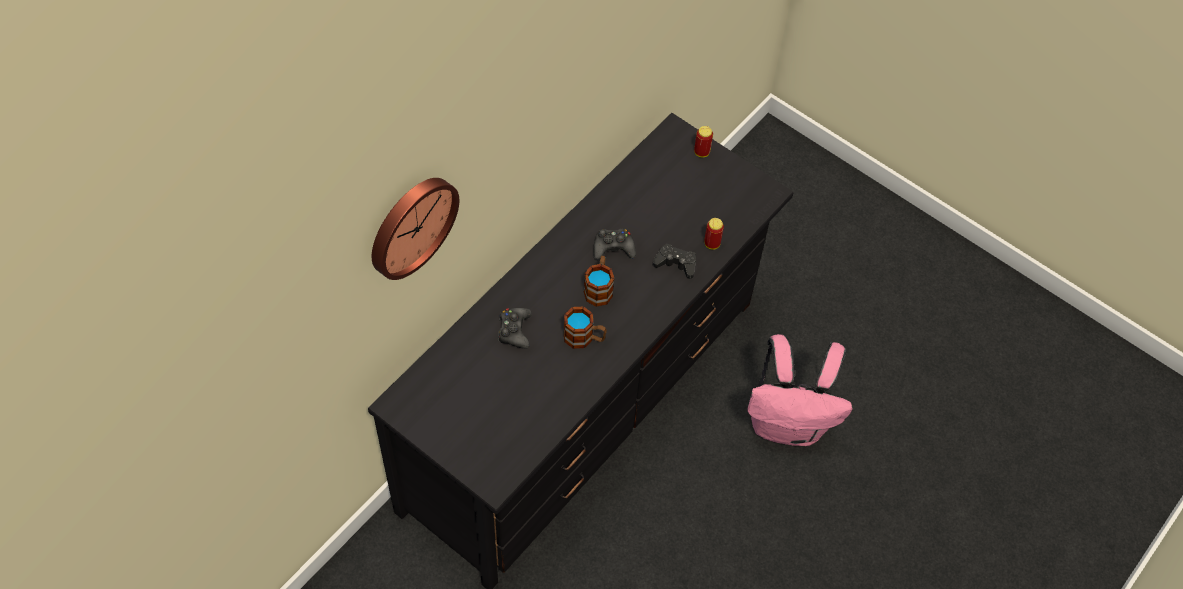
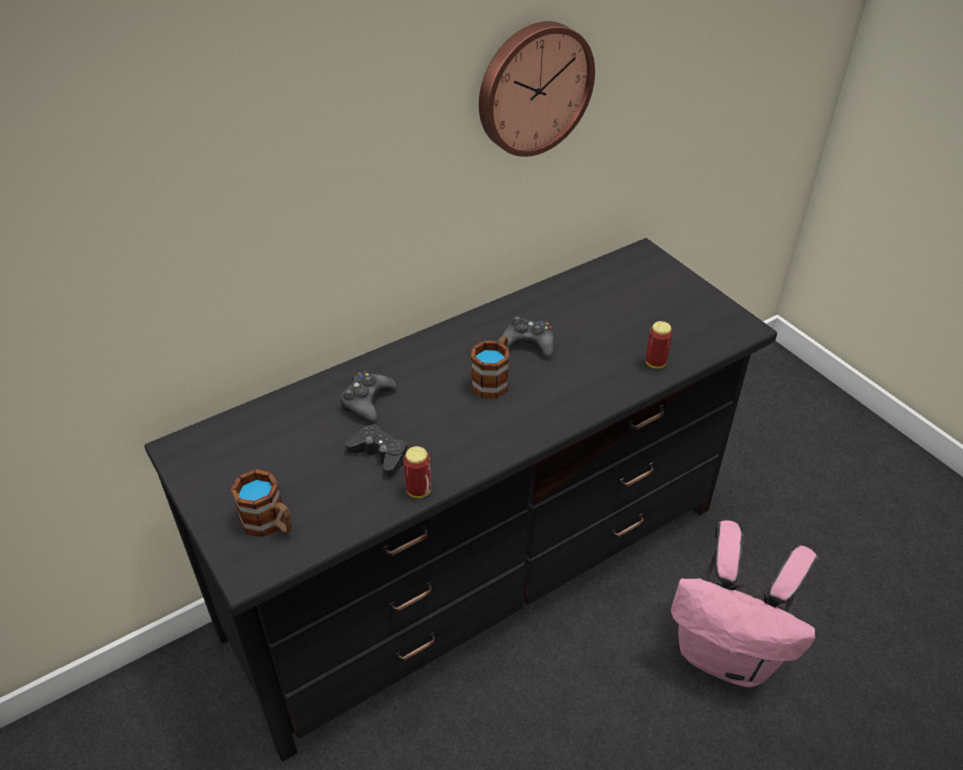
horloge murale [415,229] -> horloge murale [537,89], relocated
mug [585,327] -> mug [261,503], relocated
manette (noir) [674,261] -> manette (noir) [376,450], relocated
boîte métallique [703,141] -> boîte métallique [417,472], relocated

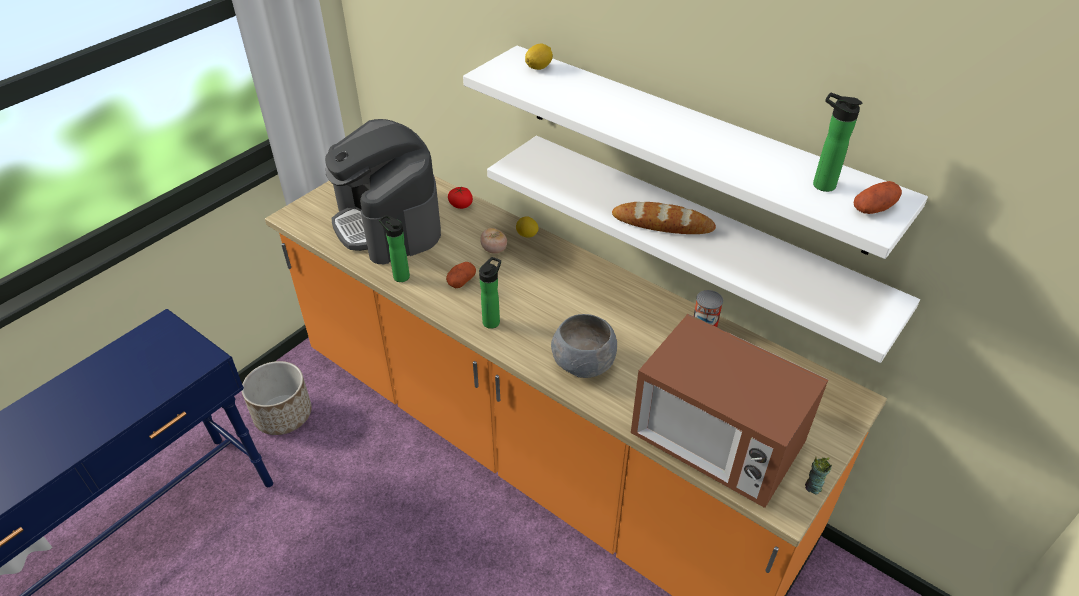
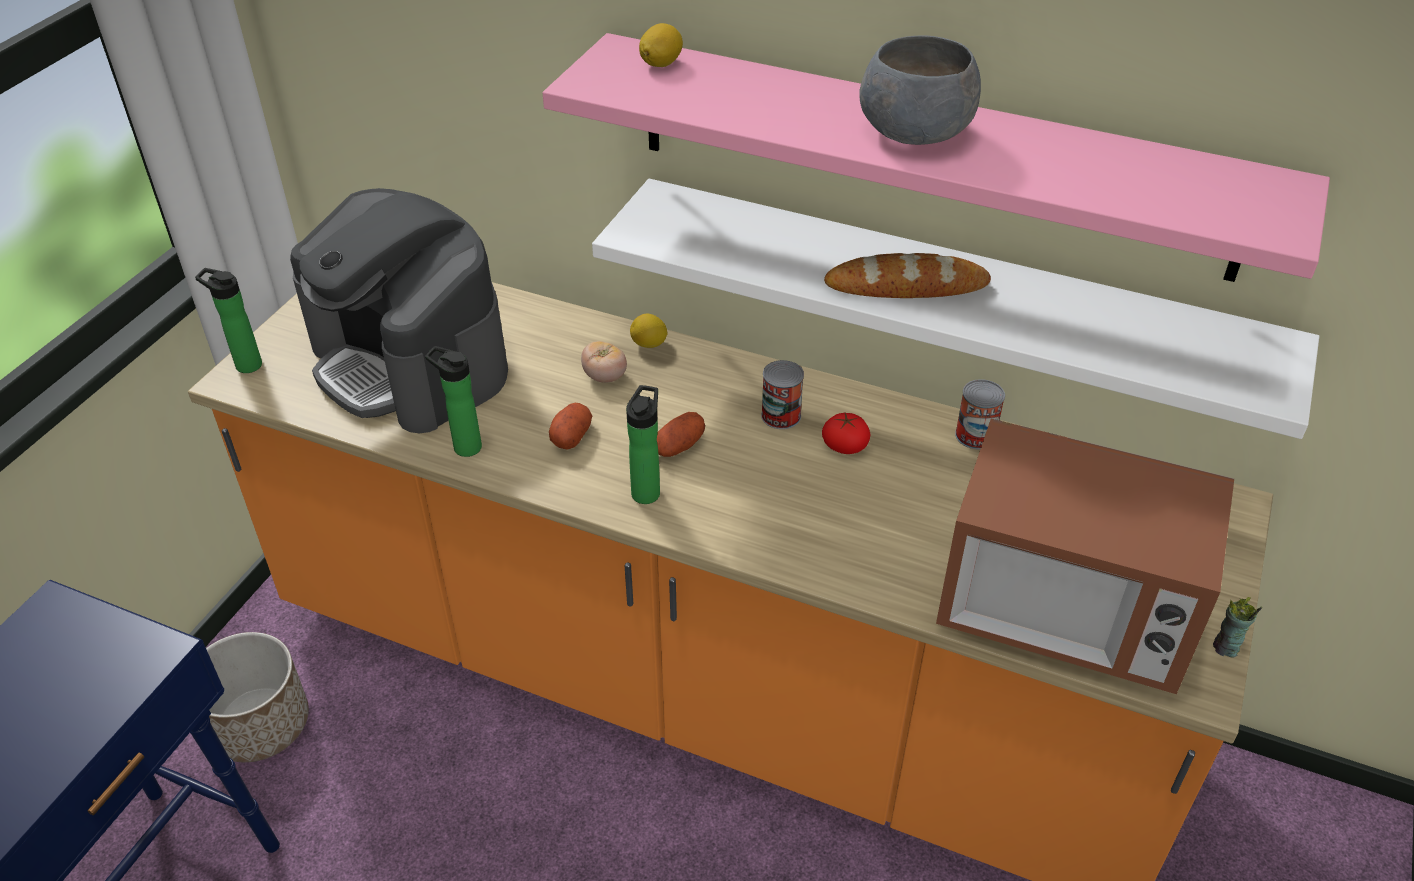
tomate [460,197] -> tomate [846,433], relocated
étagère (blanc) [695,152] -> étagère (rose) [936,157]
bol (gris) [584,346] -> bol (gris) [920,90], relocated
bouteille [837,142] -> bouteille [228,320], relocated
pomme de terre [878,197] -> pomme de terre [681,434], relocated
none -> boîte métallique [782,394]

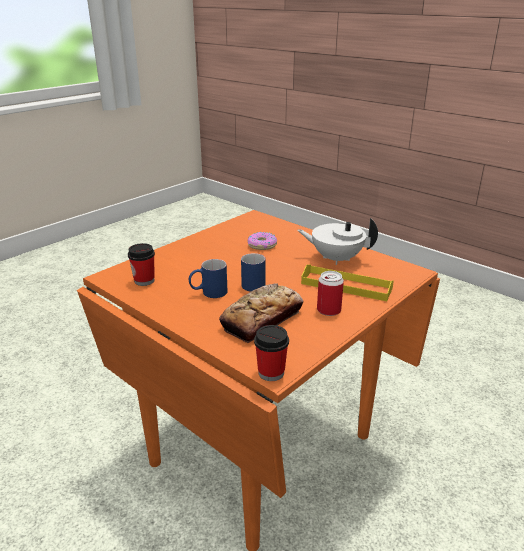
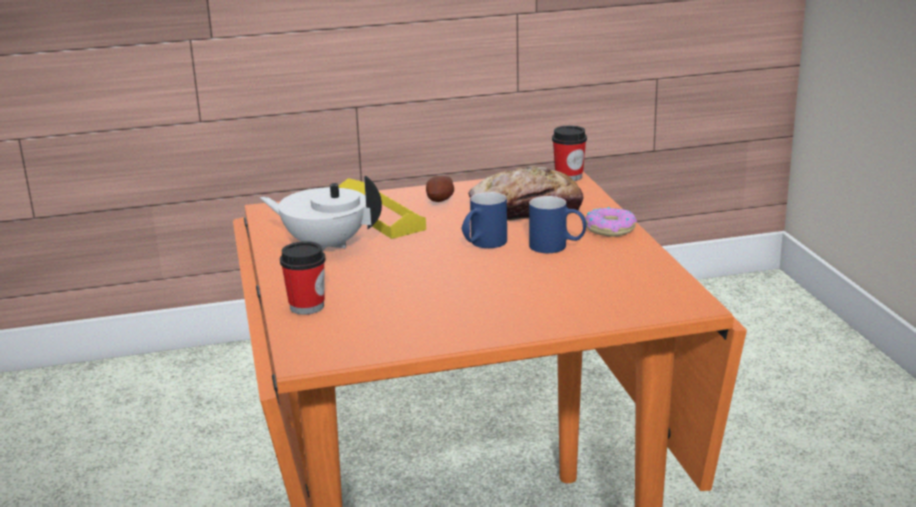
tasse [141,264] -> tasse [303,278], relocated
beignet [262,241] -> beignet [611,222], relocated
théière (blanc) [337,241] -> théière (blanc) [321,214], 150 degrees clockwise
boîte métallique [330,293] -> pomme de terre [440,189]

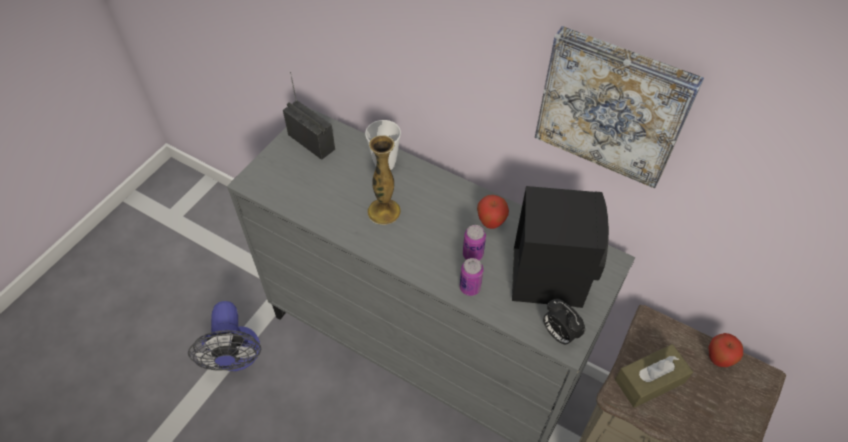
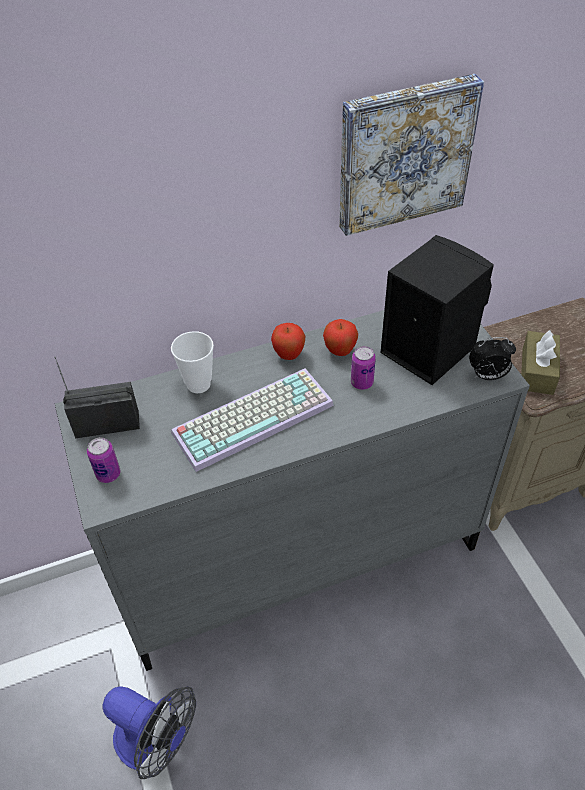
vase [384,180] -> clavier [252,420]
boîte métallique [472,277] -> boîte métallique [103,460], relocated
pomme [725,350] -> pomme [288,341], relocated

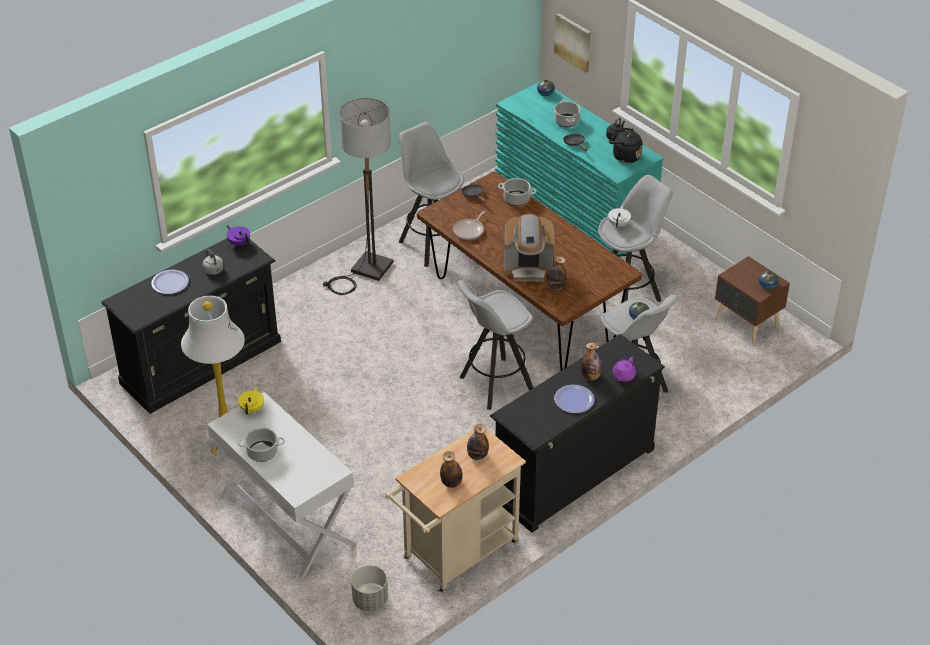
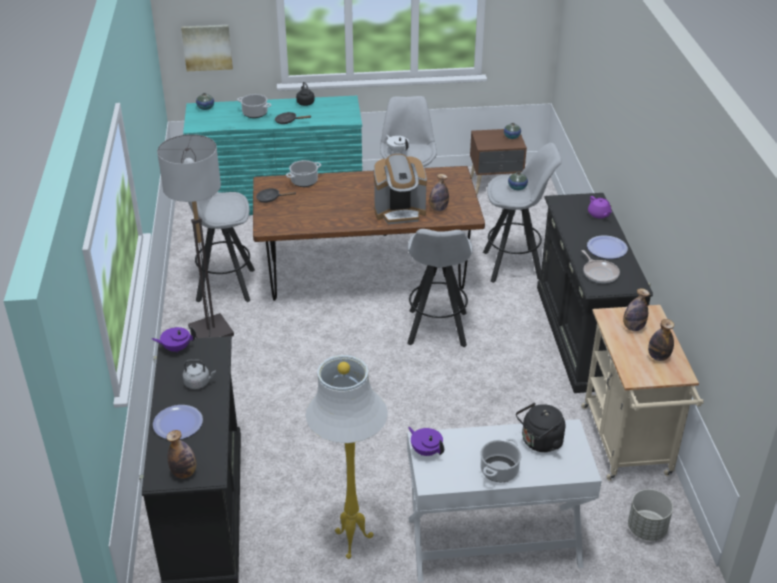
théière (jaune) [251,400] -> théière (violet) [426,441]
poêle [469,225] -> poêle [601,266], relocated
machine à café [529,248] -> machine à café [400,189], 45 degrees clockwise
bouteille [591,361] -> bouteille [181,454], relocated
bouilloire (noir) [626,145] -> bouilloire (noir) [540,427], relocated

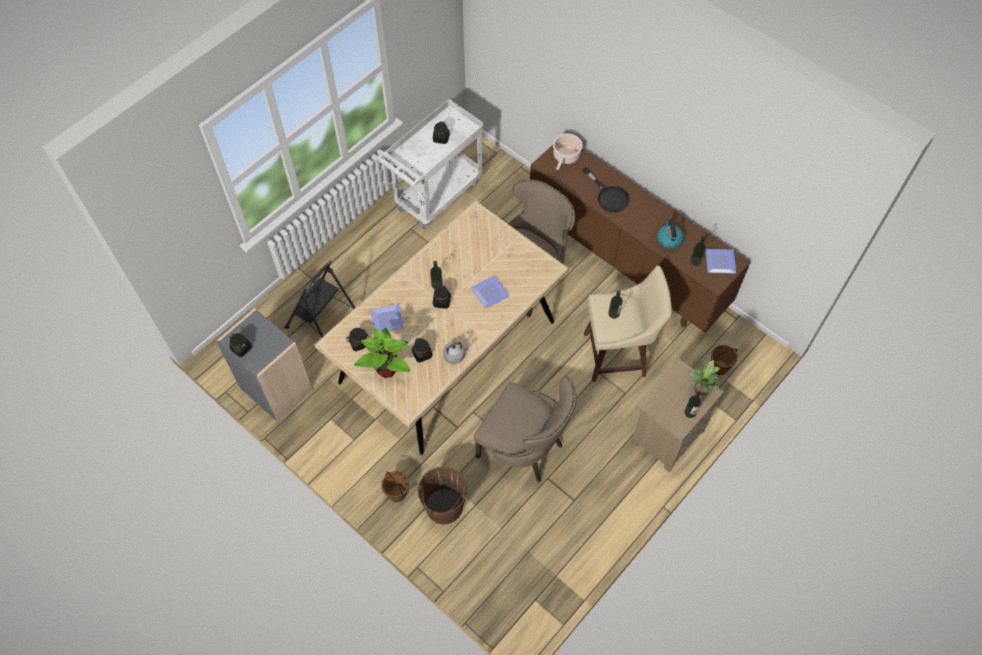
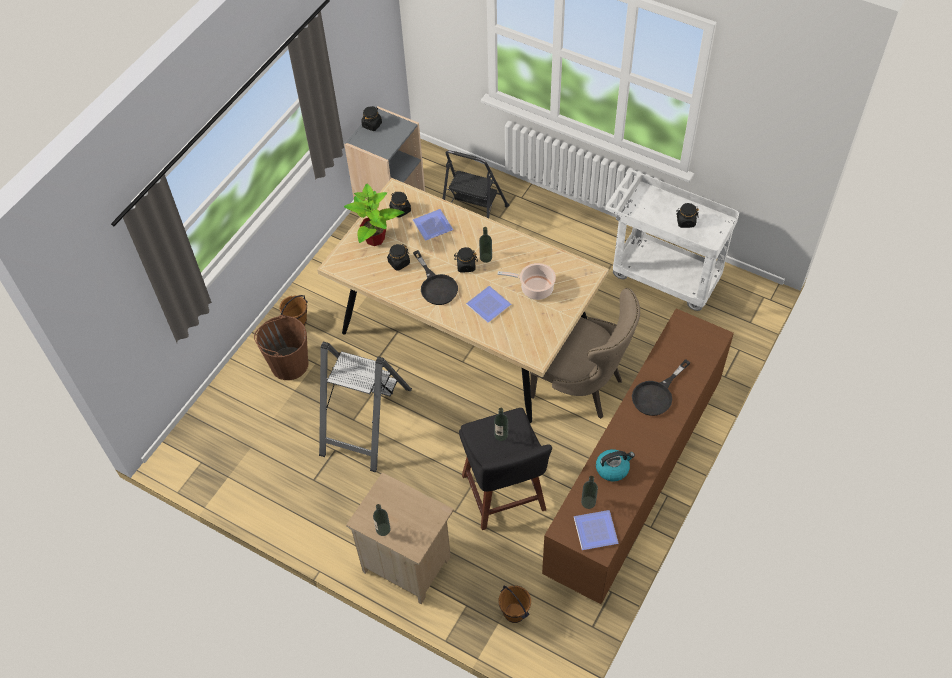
bouilloire (gris) [456,353] -> none
chaise (beige) [525,429] -> escabeau (gris) [365,407]
marmite [568,151] -> marmite [527,281], relocated
tabouret (beige) [628,324] -> tabouret (noir) [505,469]
plante en pot [704,377] -> none
none -> poêle (noir) [435,277]

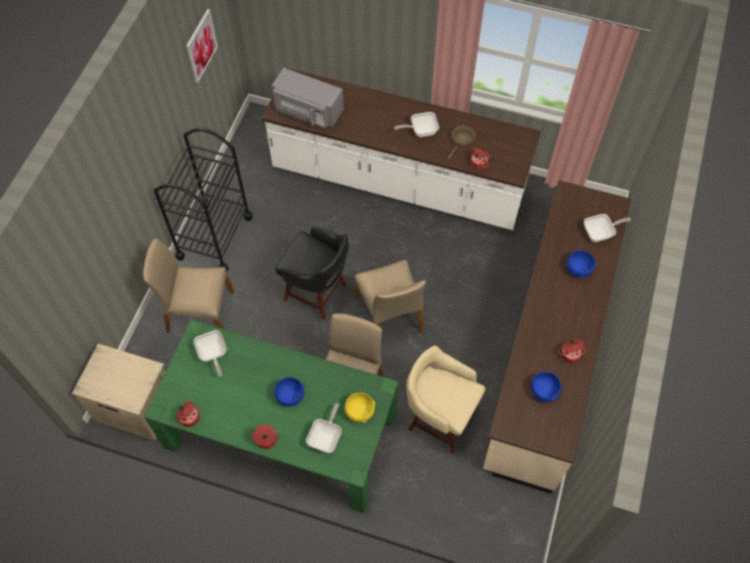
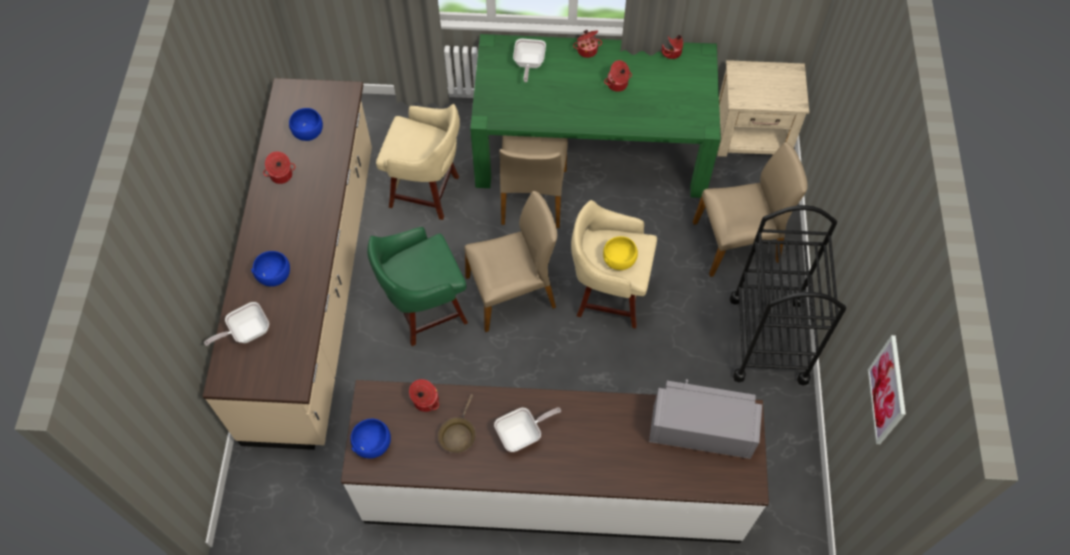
poêle [210,353] -> none
bol (bleu) [289,391] -> bol (bleu) [370,438], relocated
tabouret (noir) [312,273] -> tabouret (beige) [614,264]
bol (jaune) [360,408] -> bol (jaune) [620,253], relocated
chaise (beige) [390,296] -> chaise (beige) [510,261], 105 degrees clockwise
none -> tabouret (vert) [417,286]
none -> marmite [618,76]

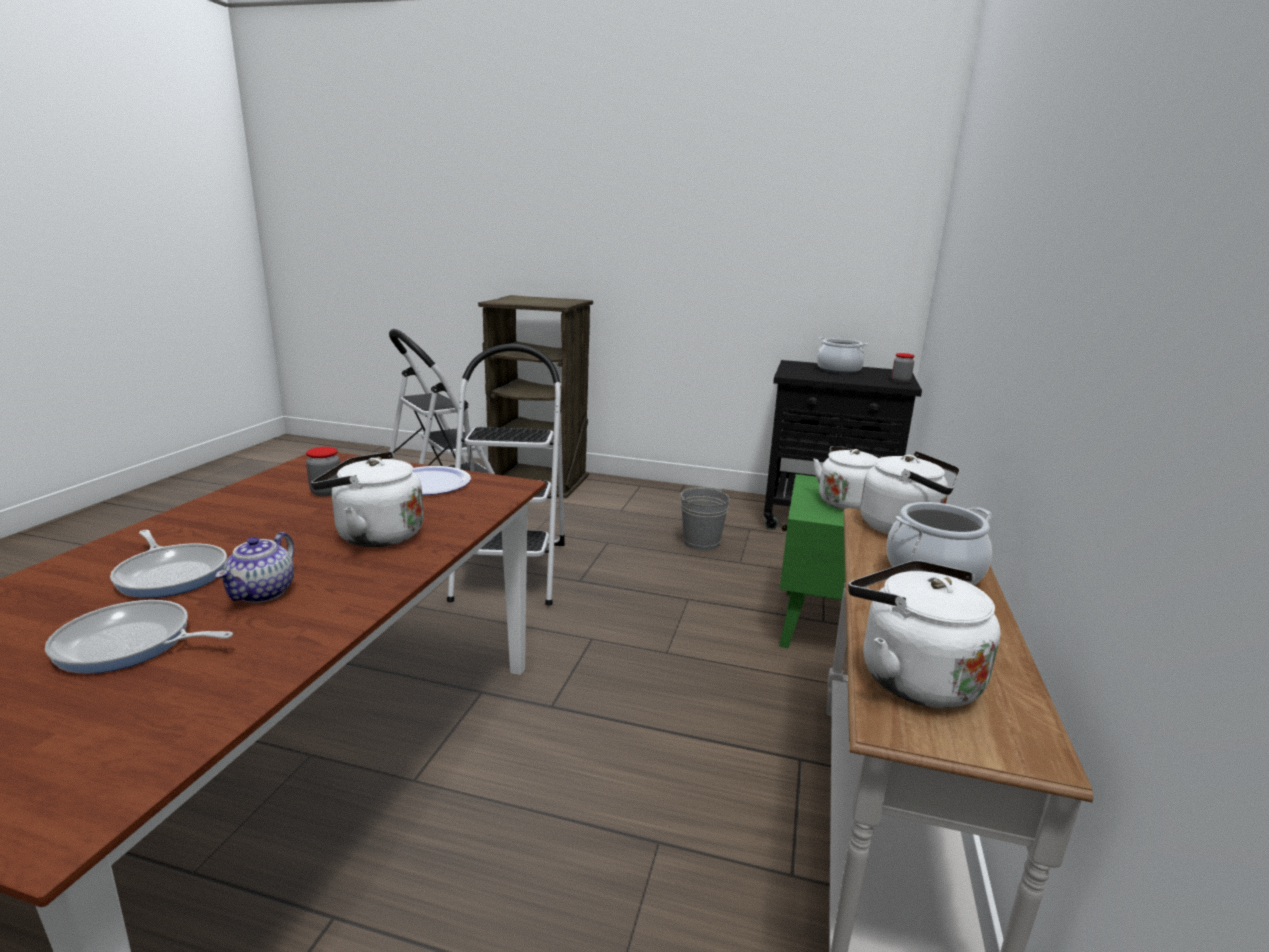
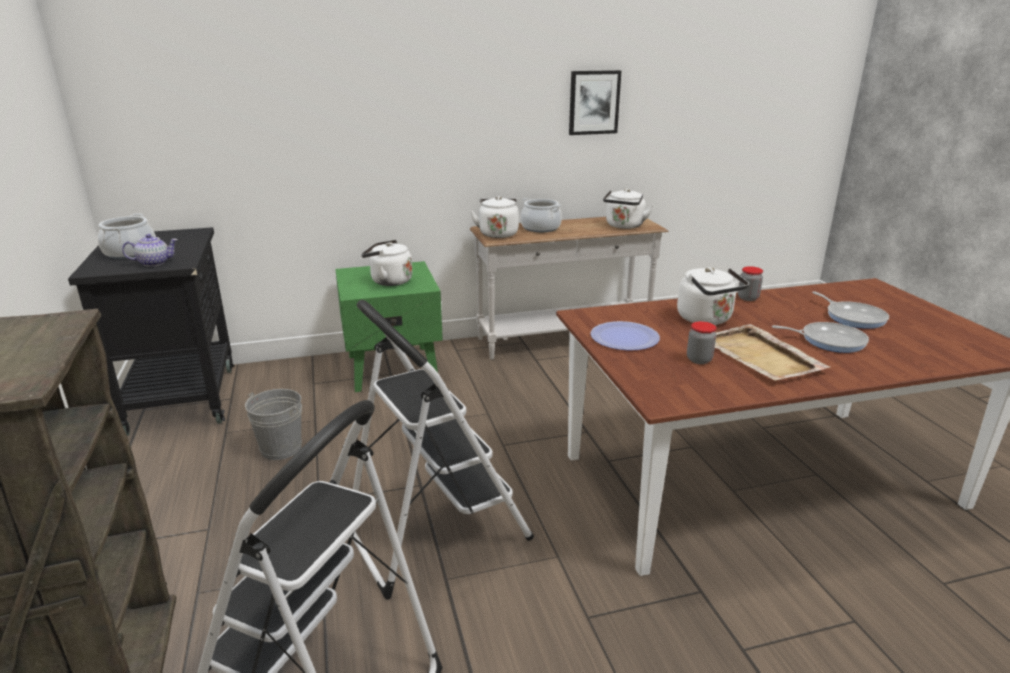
poêle [168,564] -> poêle [820,337], 90 degrees clockwise
théière [254,567] -> théière [150,250], relocated
bocal [903,368] -> bocal [750,283], relocated
none -> tableau [595,102]
none -> plateau (beige) [772,352]

